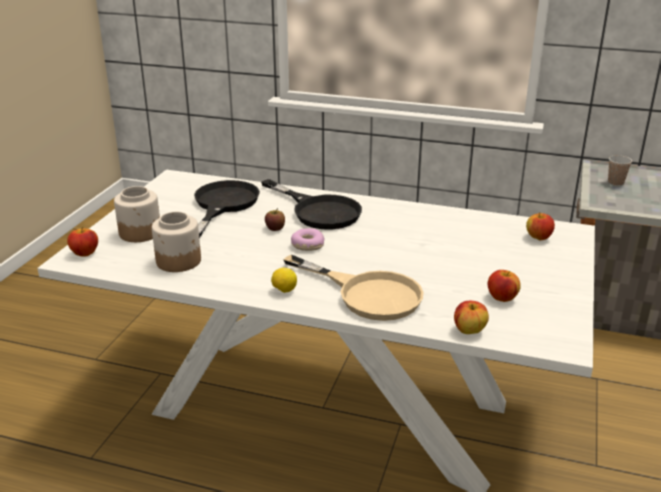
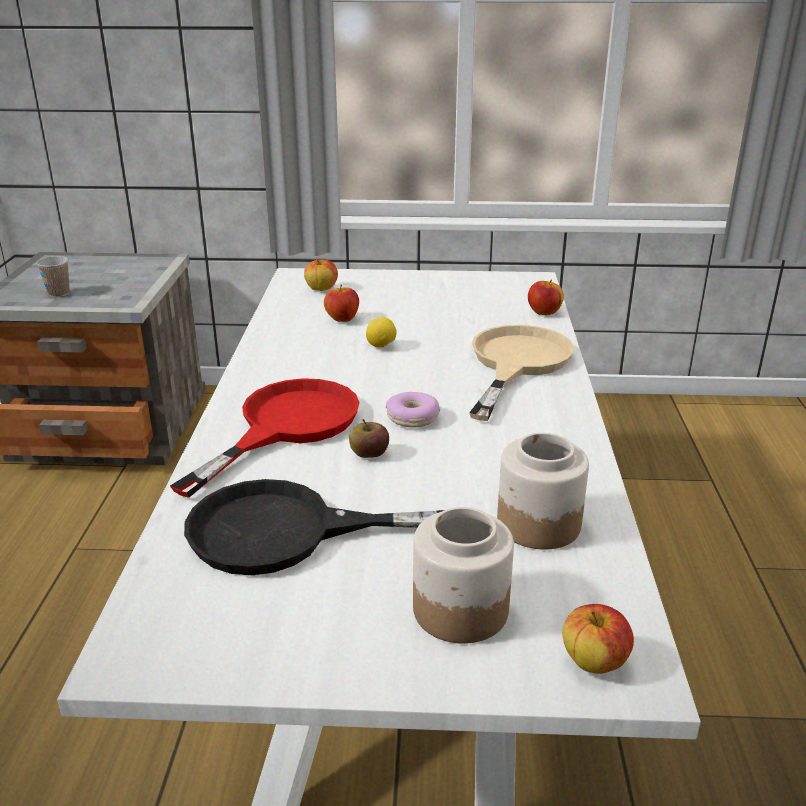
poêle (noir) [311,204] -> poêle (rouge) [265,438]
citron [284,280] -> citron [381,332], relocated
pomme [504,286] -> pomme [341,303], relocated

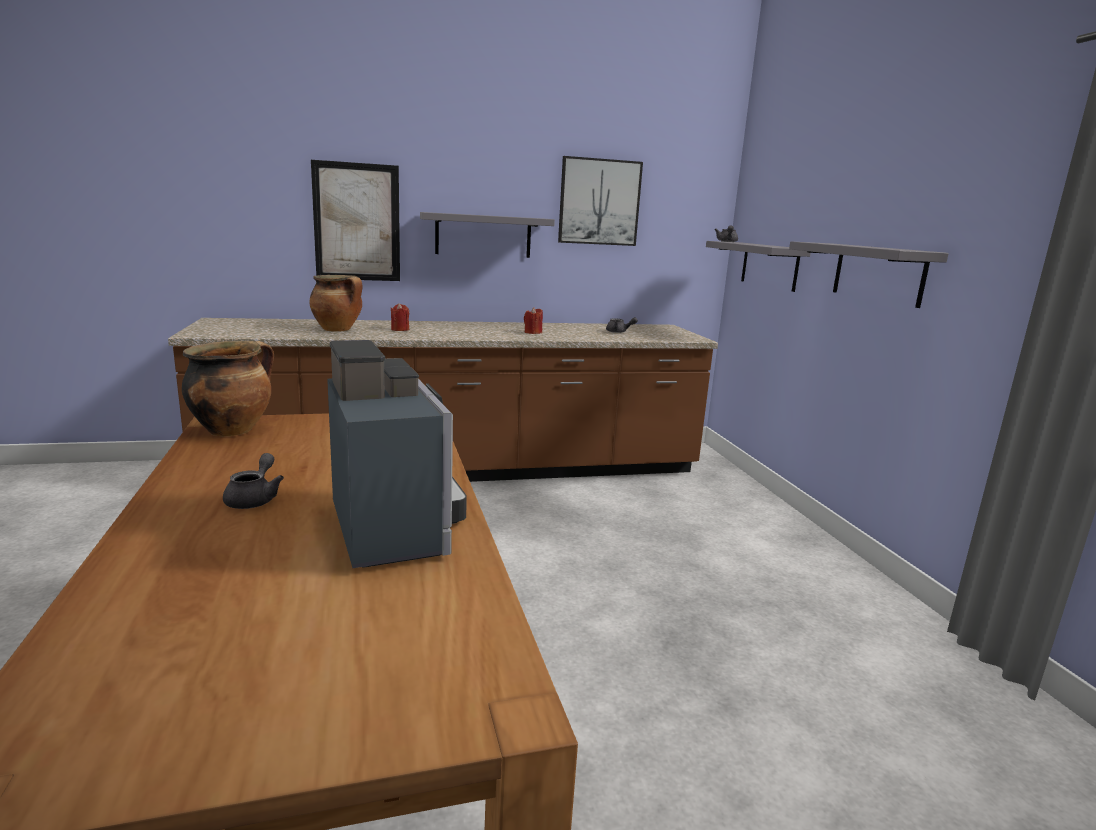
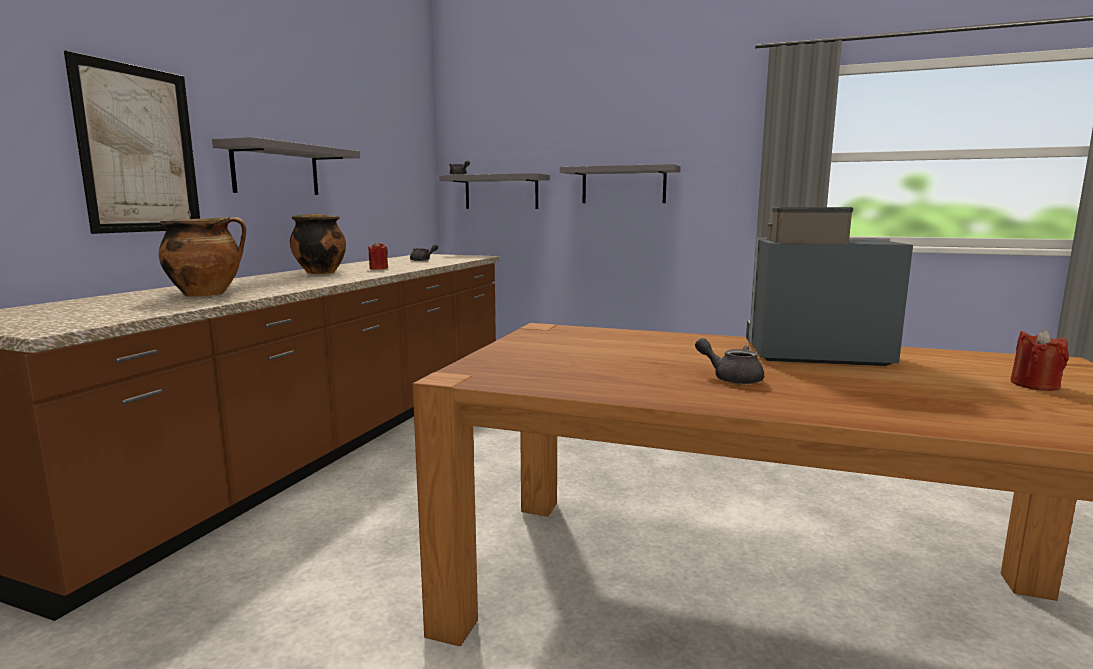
marmite [228,389] -> marmite [318,244], relocated
bougie (rouge) [400,317] -> bougie (rouge) [1039,360], relocated
tableau [600,201] -> none

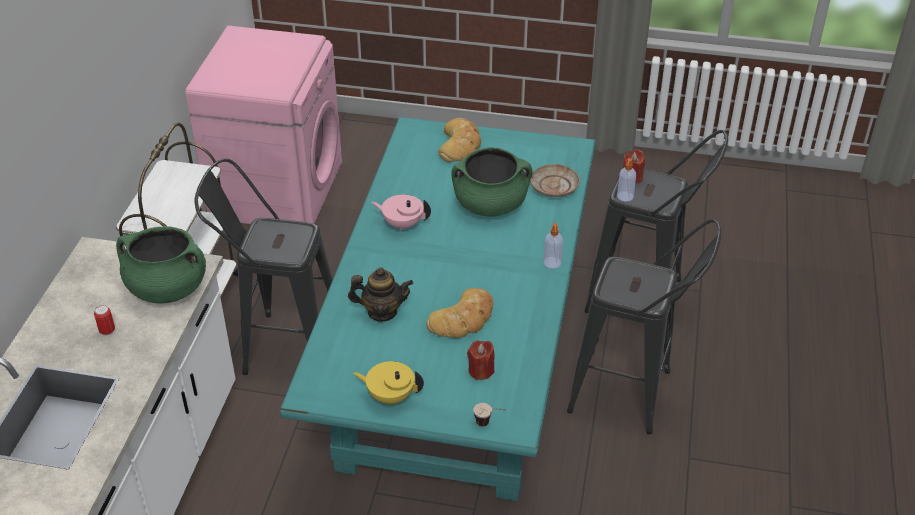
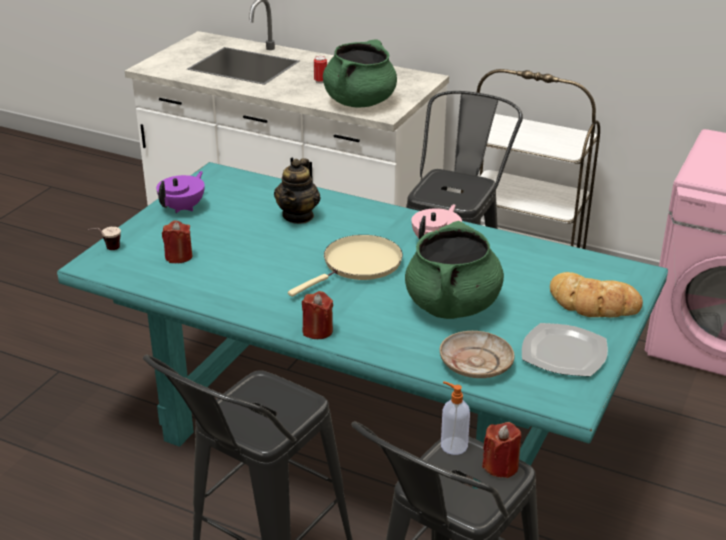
théière (jaune) [388,383] -> théière (violet) [180,192]
pain [460,313] -> none
distributeur de savon [553,246] -> bougie (rouge) [317,315]
none -> poêle (beige) [345,266]
none -> assiette [565,350]

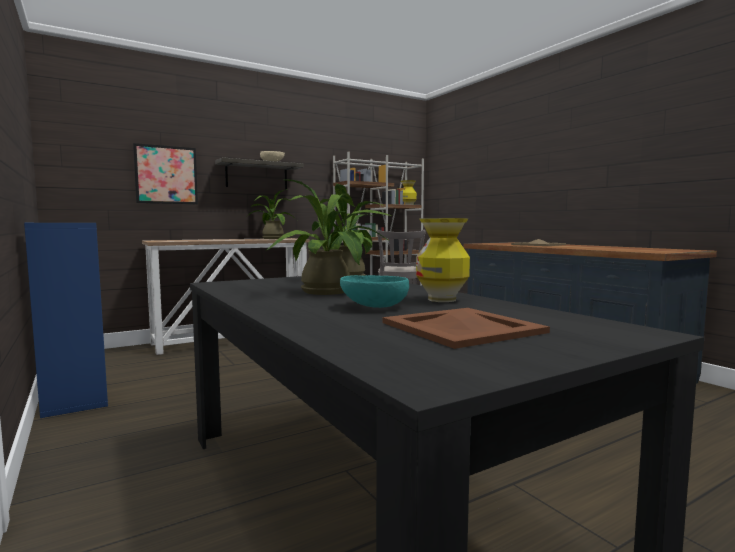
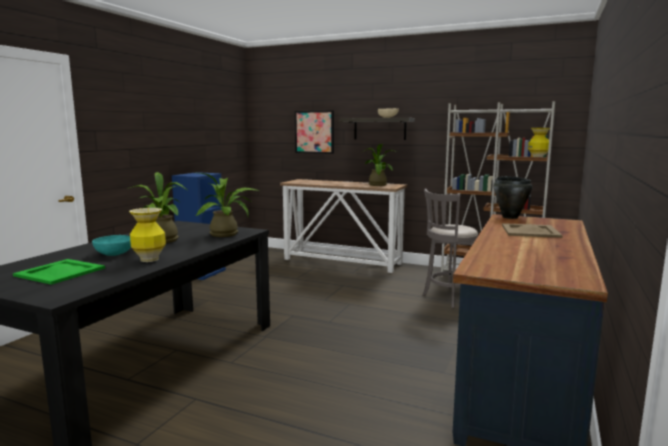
plateau (marron) [466,328] -> plateau (vert) [59,272]
none -> marmite (noir) [513,197]

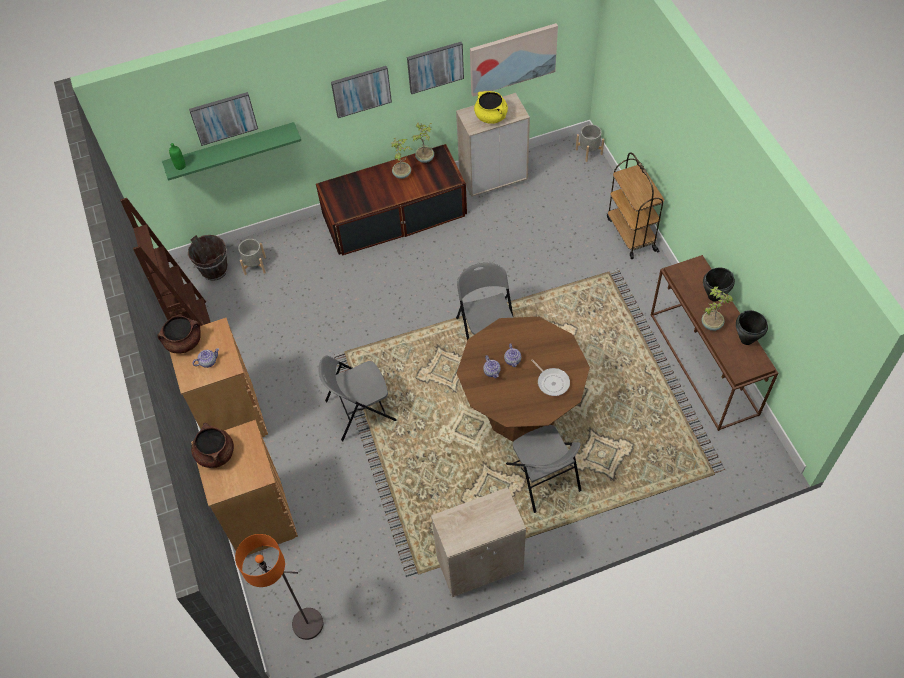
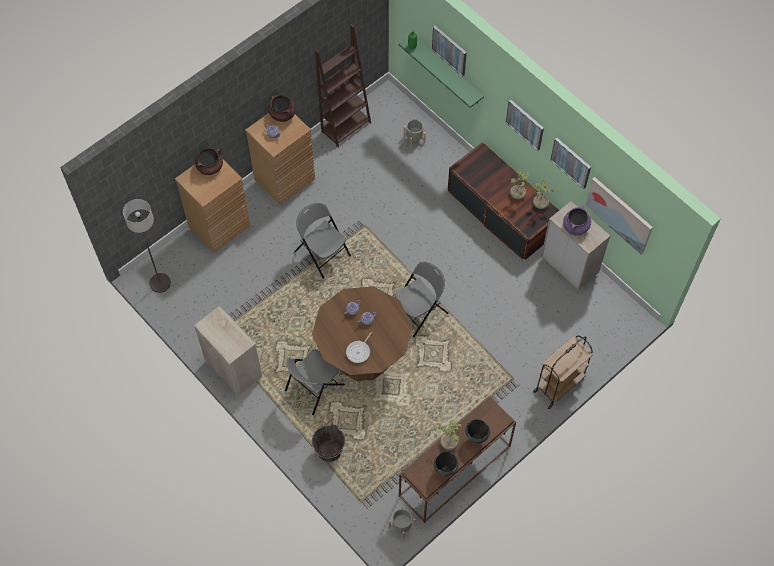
seau (marron) [208,258] -> seau (marron) [328,443], relocated
lampadaire (orange) [279,587] -> lampadaire (gris) [147,246]
marmite (jaune) [491,107] -> marmite (violet) [577,221]
cache-pot (gris) [590,143] -> cache-pot (gris) [402,524], relocated

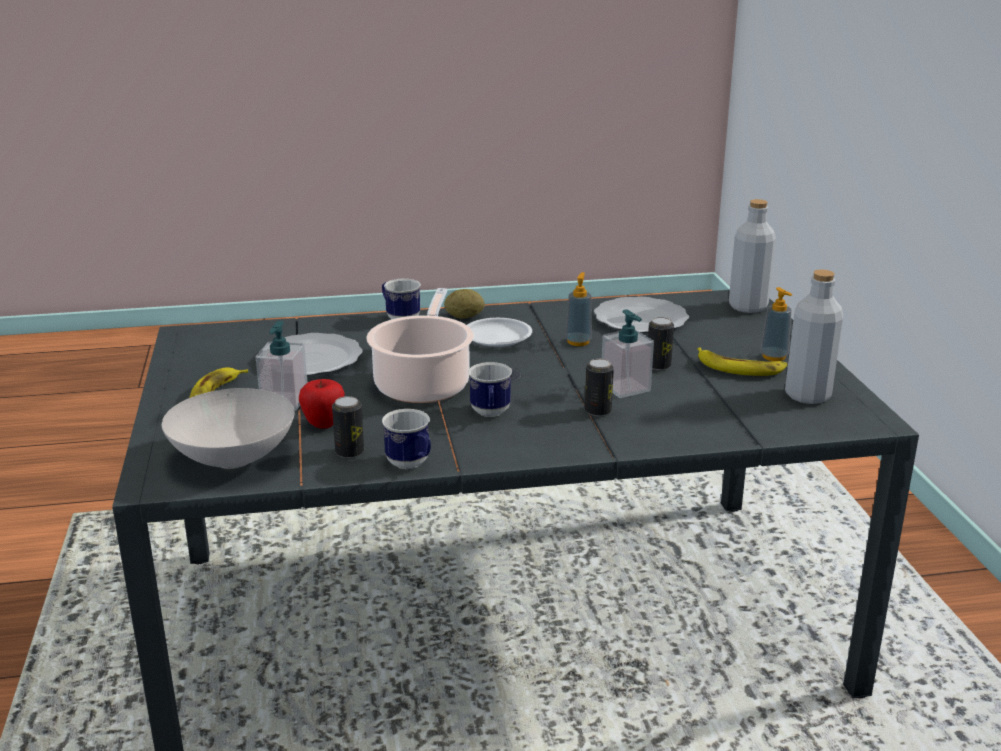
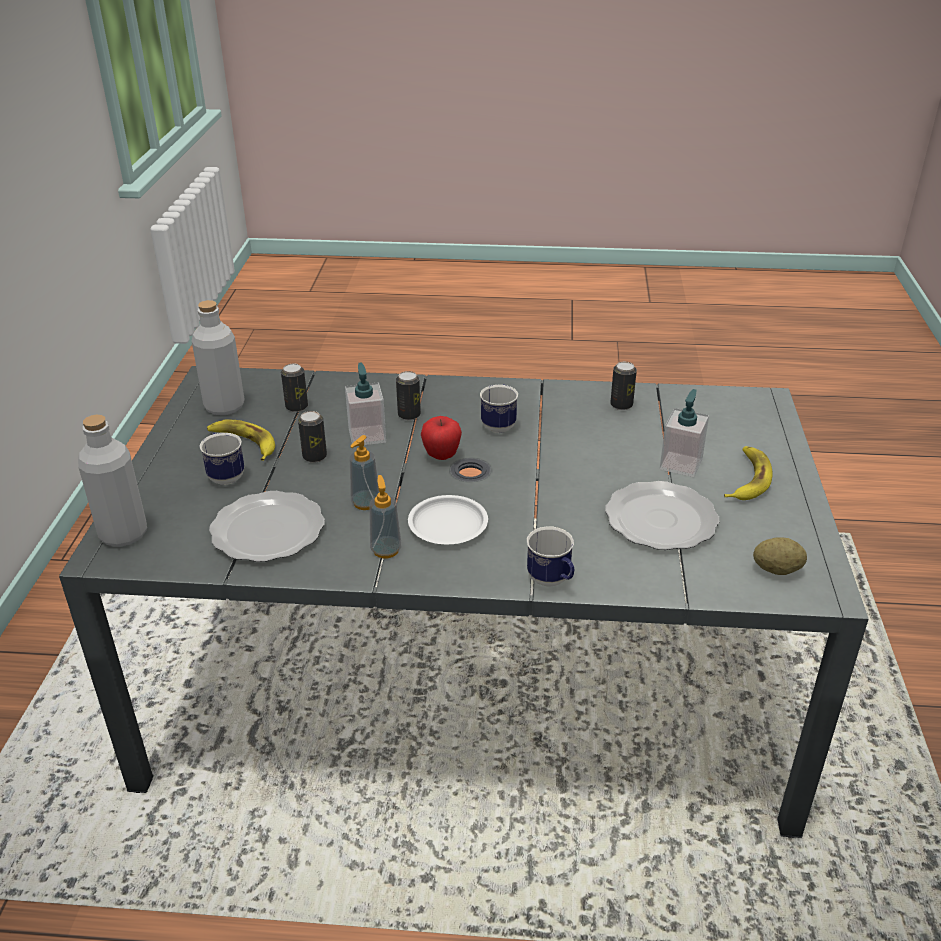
bol (blanc) [228,428] -> none
pomme [322,404] -> pomme [441,438], relocated
marmite [420,345] -> none
mug [406,439] -> mug [221,459], relocated
pomme de terre [464,304] -> pomme de terre [780,556], relocated
distributeur de savon [776,324] -> distributeur de savon [385,516], relocated
none -> boîte métallique [294,388]

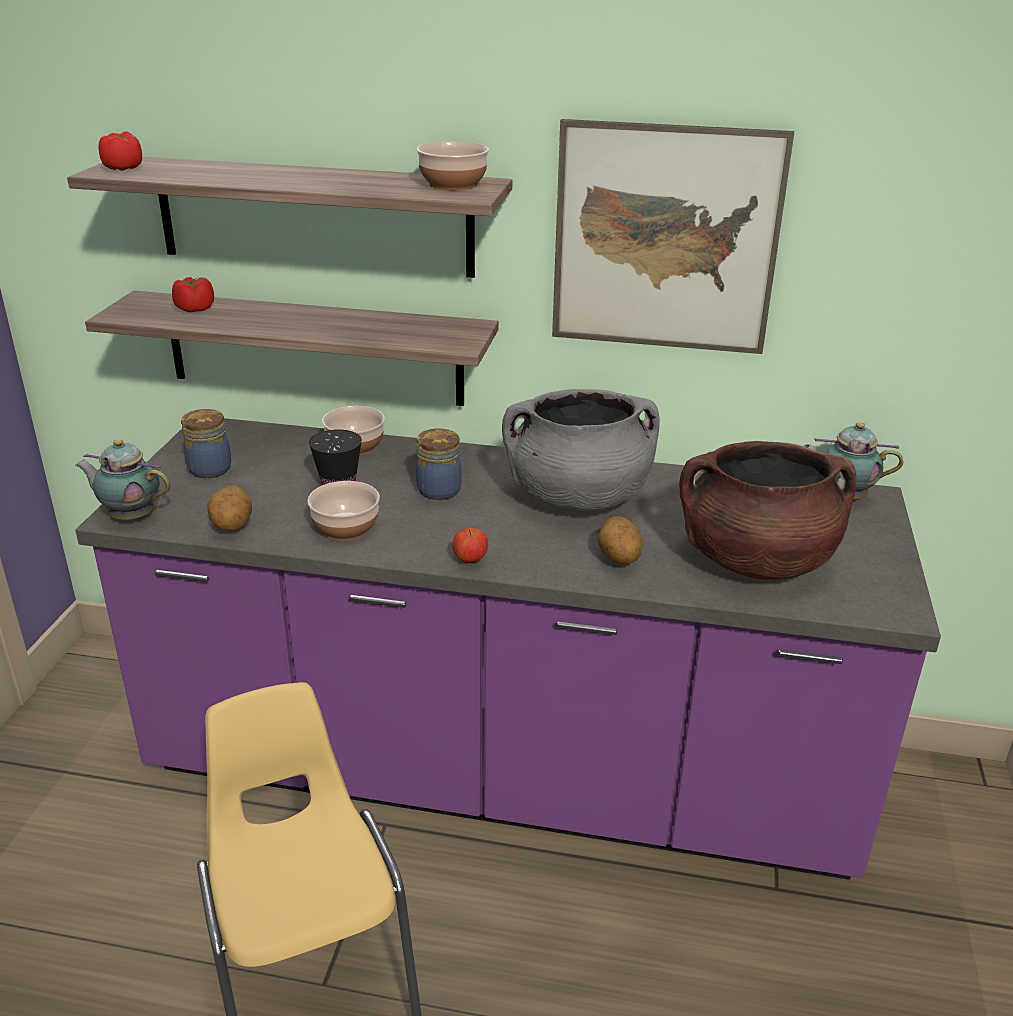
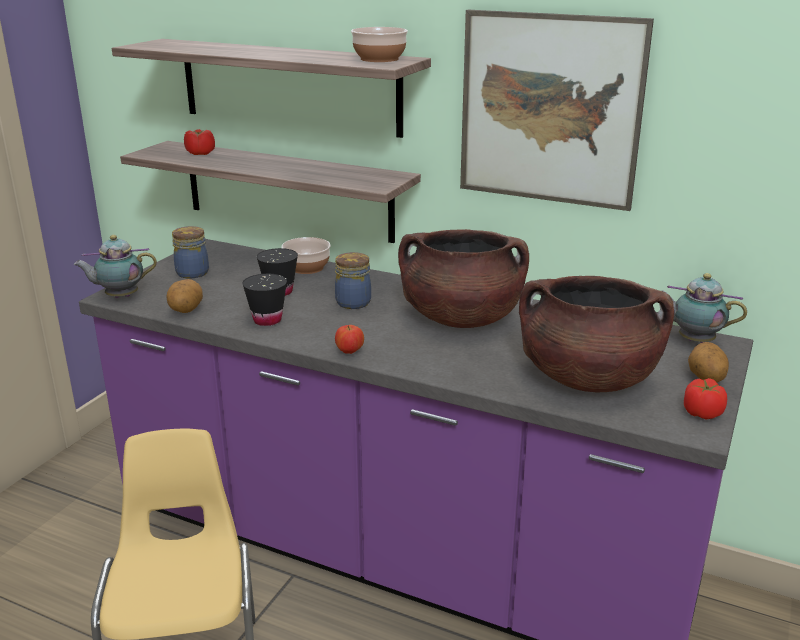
théière [123,479] -> théière [115,266], 45 degrees counterclockwise
tomate [120,151] -> tomate [705,399], relocated
bol [343,511] -> tasse (noir) [264,300]
marmite (gris) [581,450] -> marmite (marron) [463,278]
pomme de terre [619,540] -> pomme de terre [708,362], relocated

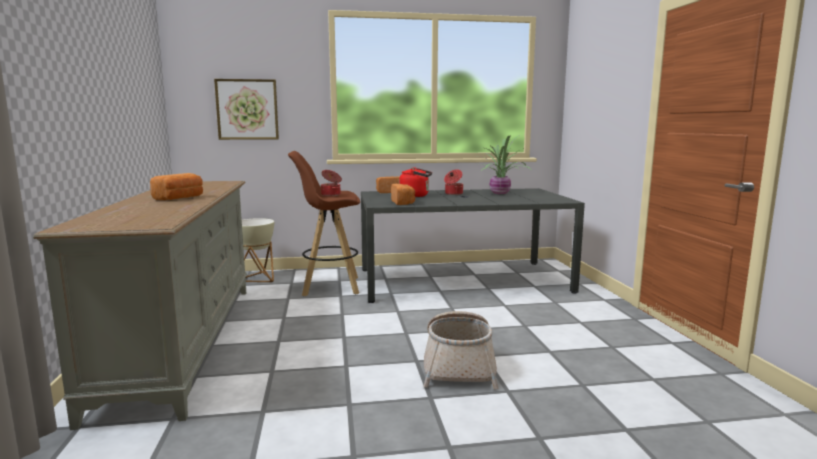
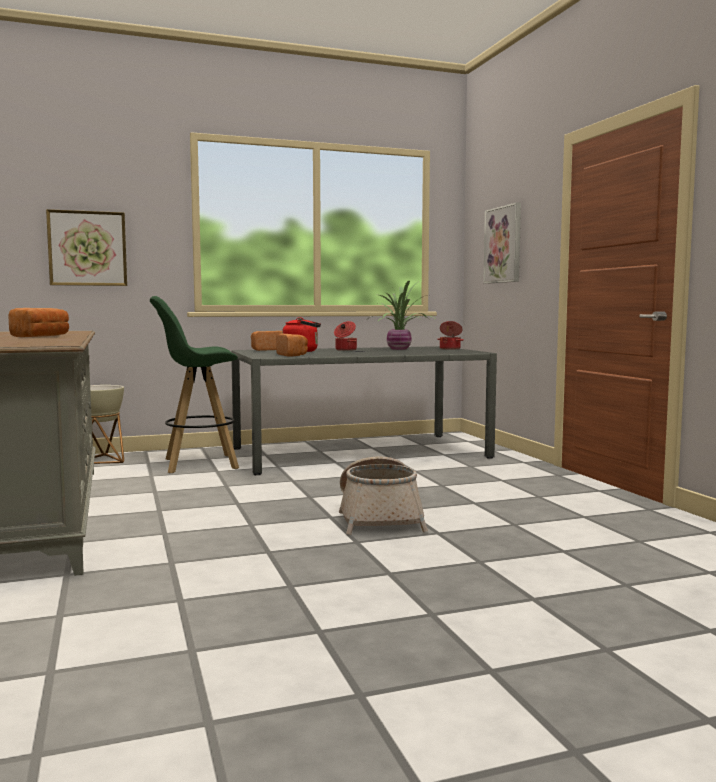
tabouret (marron) [324,223] -> tabouret (vert) [194,384]
marmite [331,183] -> marmite [450,335], relocated
none -> tableau [502,243]

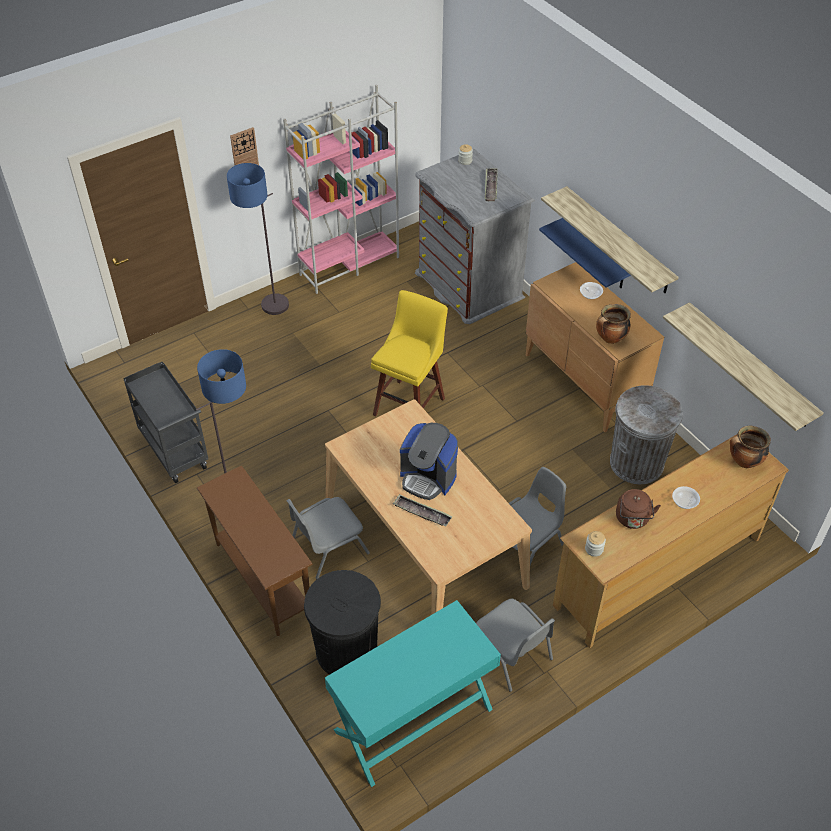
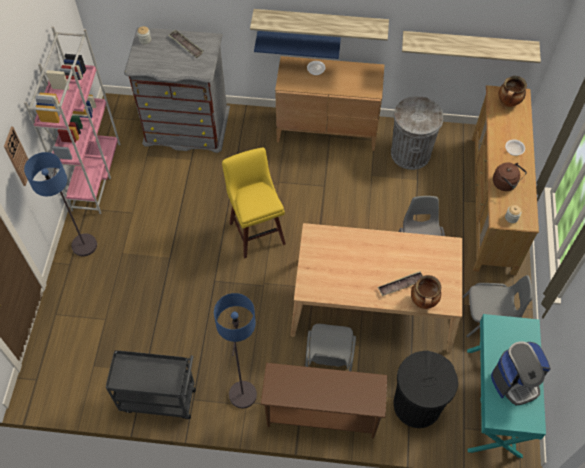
machine à café [429,461] -> machine à café [521,373], relocated
marmite [613,324] -> marmite [426,292], relocated

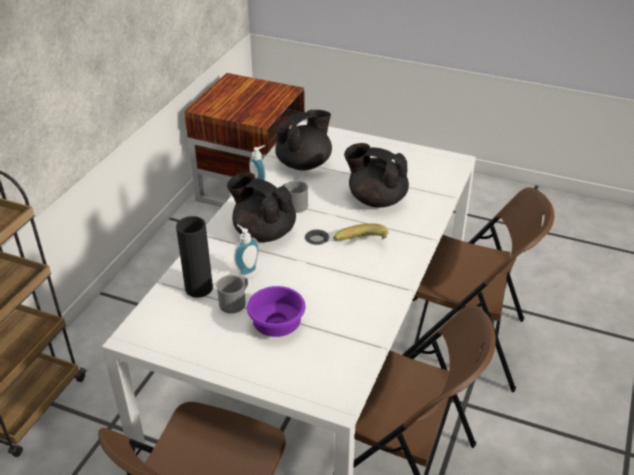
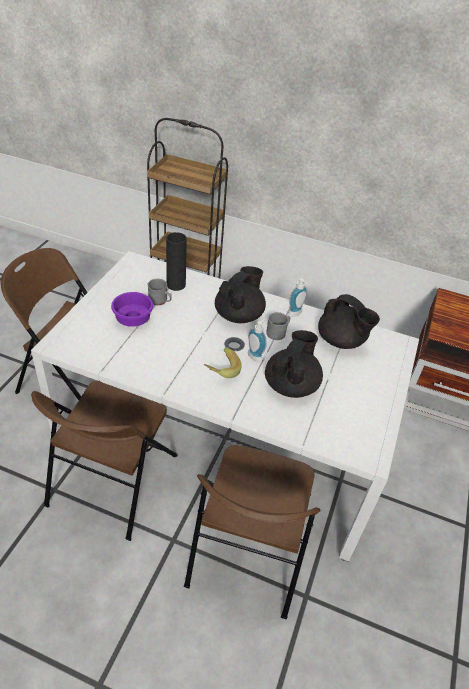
distributeur de savon [246,253] -> distributeur de savon [257,341], relocated

